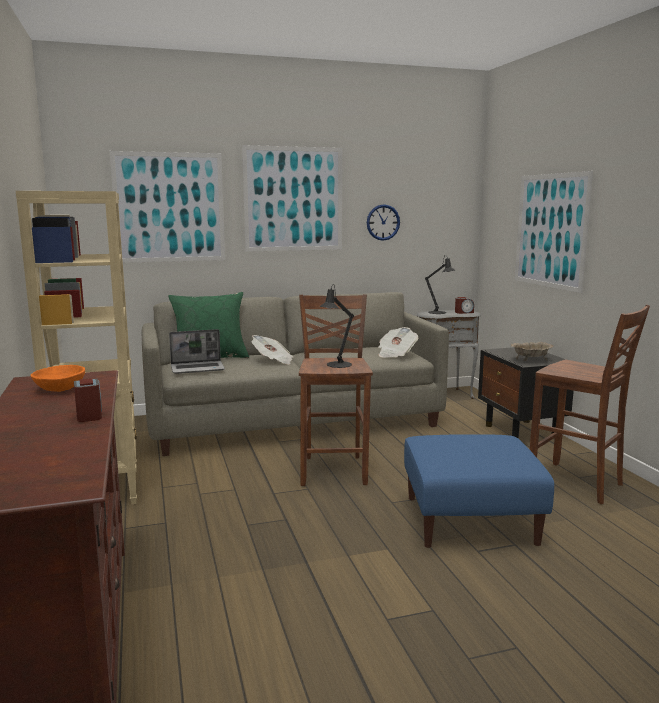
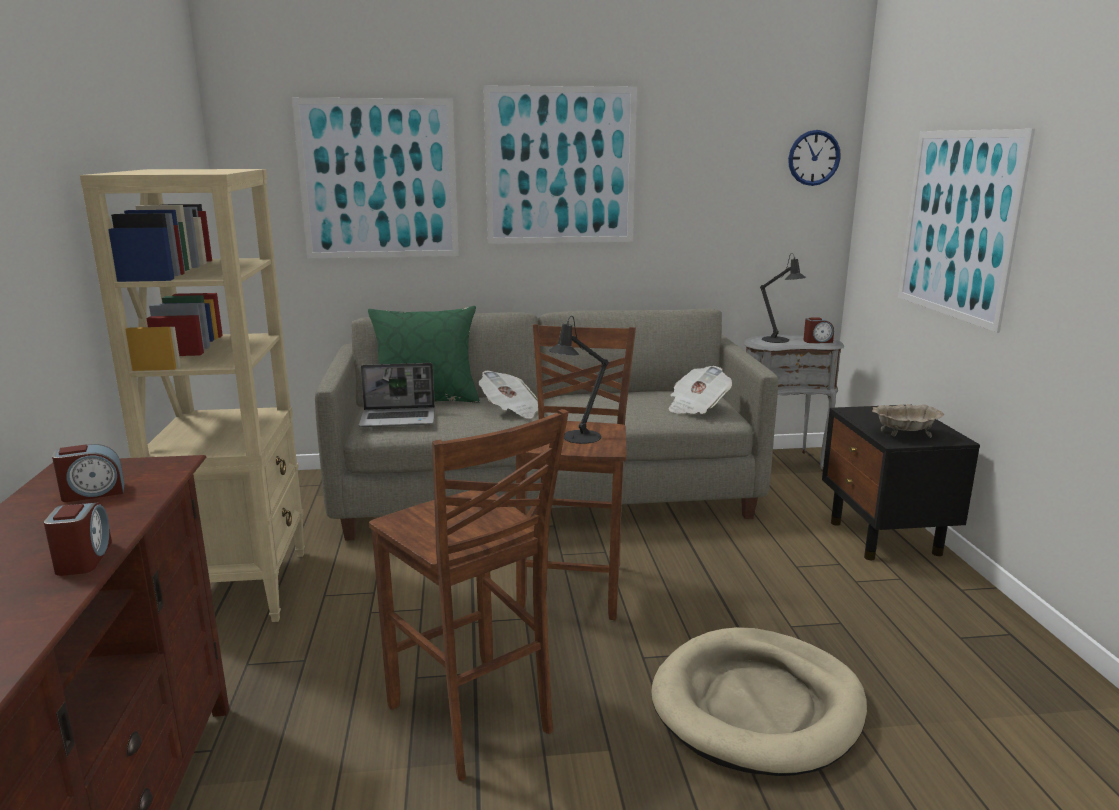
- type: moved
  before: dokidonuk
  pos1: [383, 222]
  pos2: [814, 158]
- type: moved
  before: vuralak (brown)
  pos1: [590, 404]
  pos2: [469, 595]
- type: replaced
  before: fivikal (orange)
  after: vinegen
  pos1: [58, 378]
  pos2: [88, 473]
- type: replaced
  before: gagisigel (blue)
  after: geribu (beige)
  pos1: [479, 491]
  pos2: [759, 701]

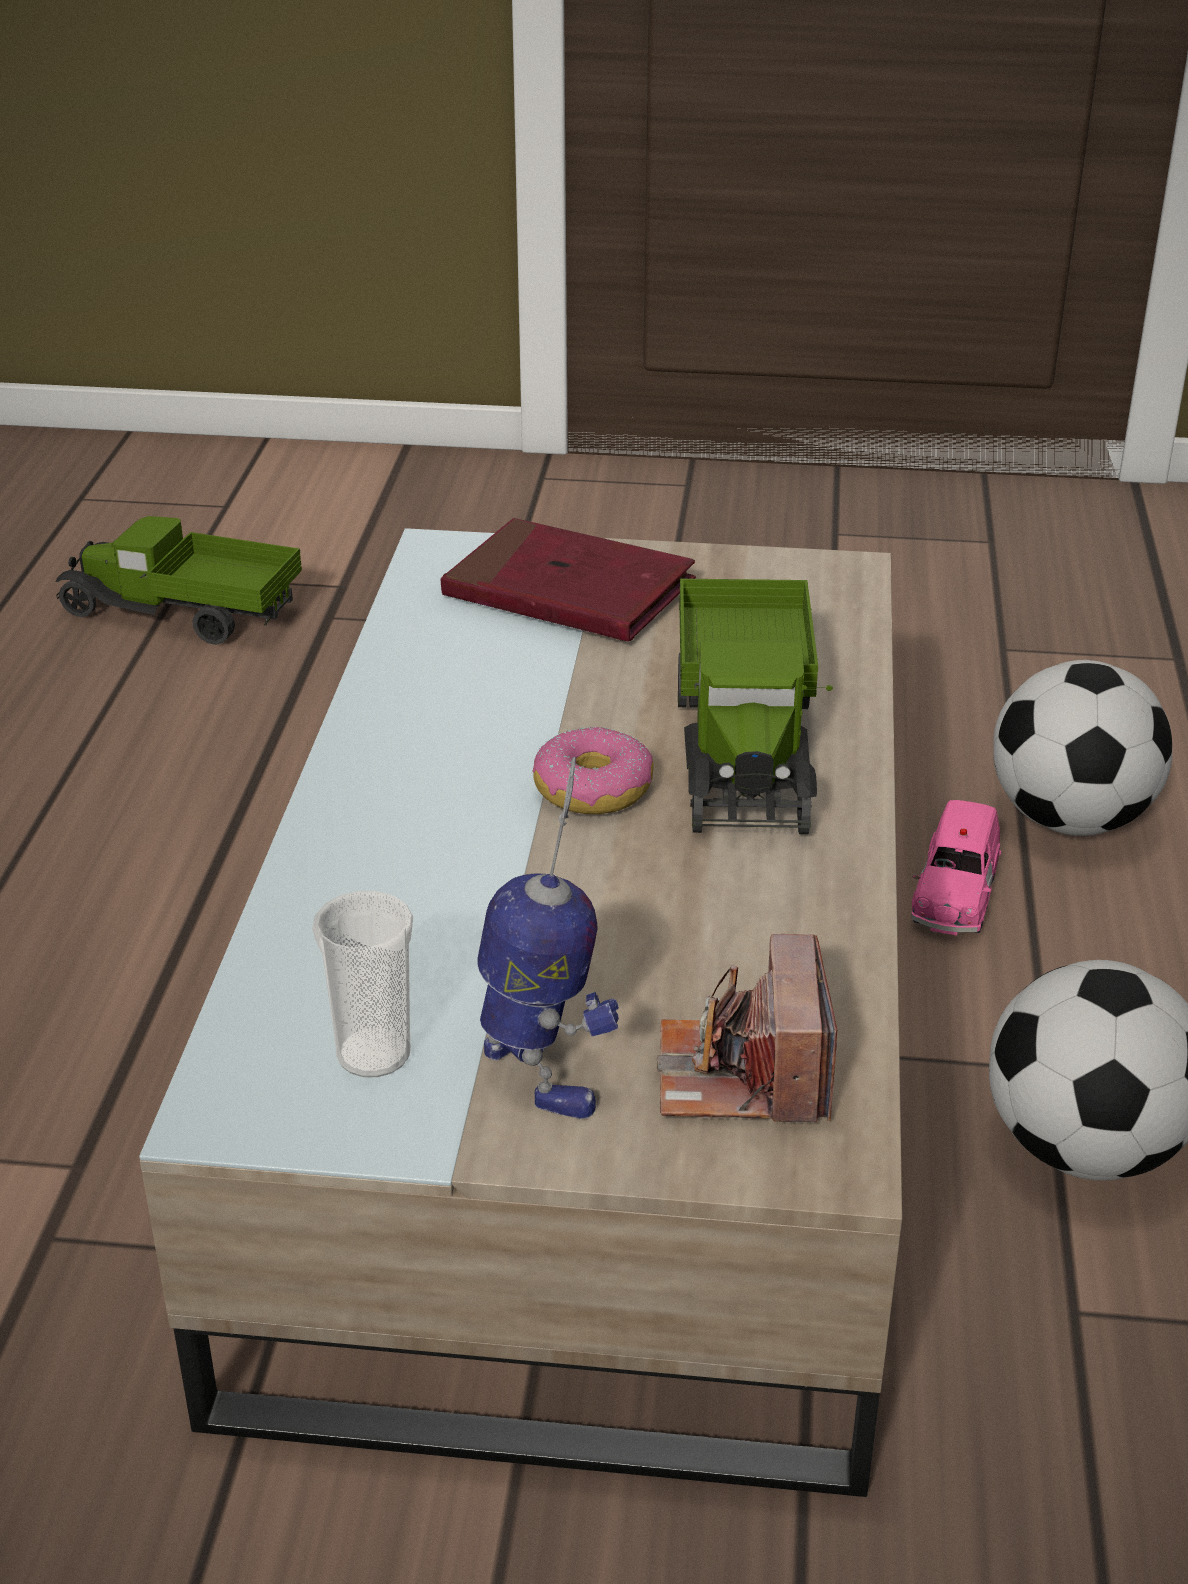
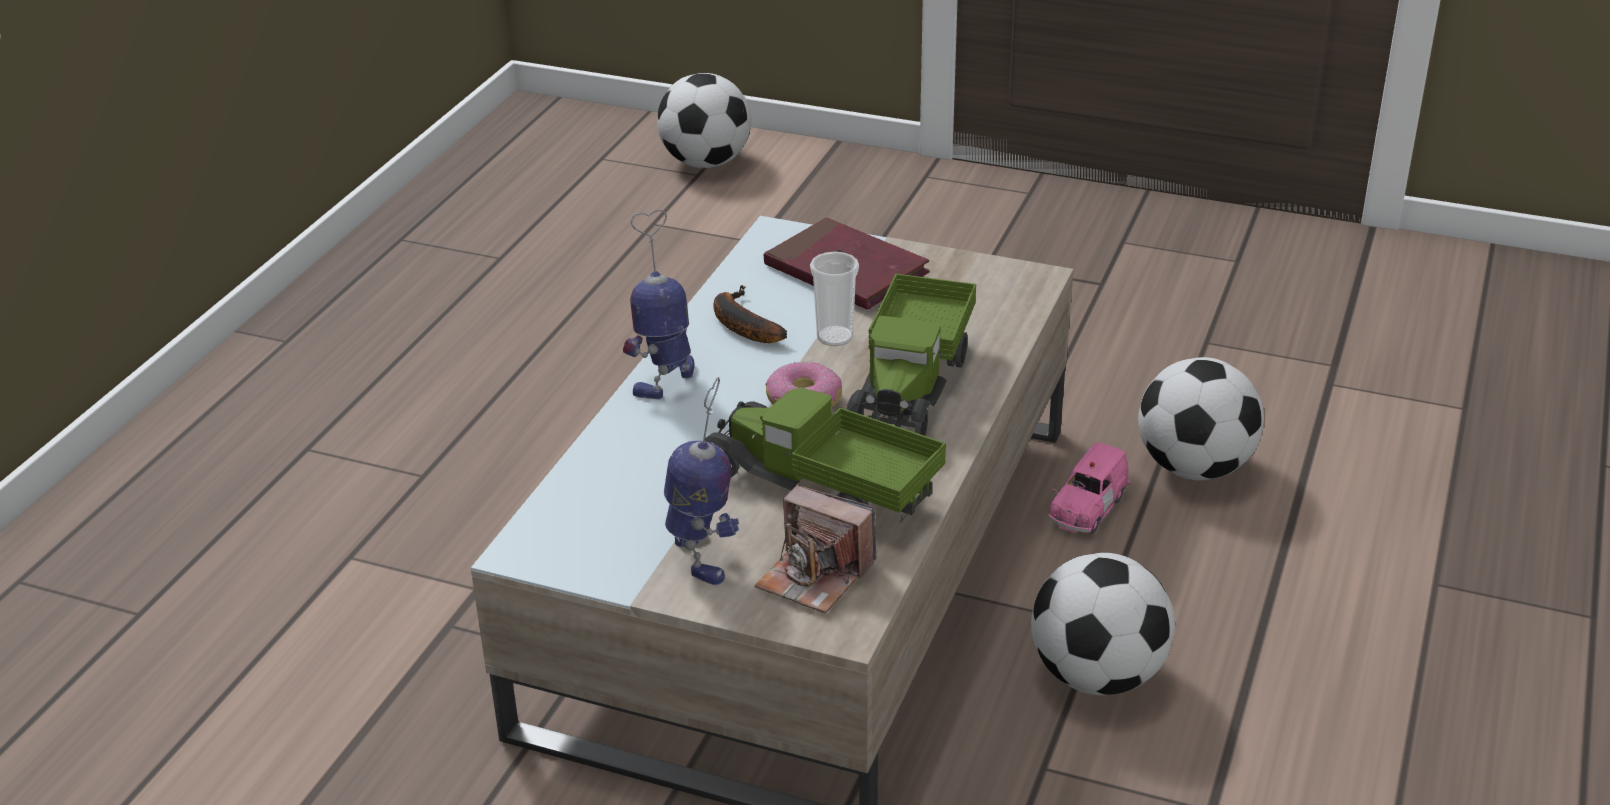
- type: moved
  before: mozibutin
  pos1: [179, 580]
  pos2: [825, 455]
- type: moved
  before: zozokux
  pos1: [362, 984]
  pos2: [834, 299]
- type: turned
  before: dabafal
  pos1: [747, 1028]
  pos2: [815, 549]
  turn: -75
- type: added
  after: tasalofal
  pos2: [704, 120]
- type: added
  after: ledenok
  pos2: [659, 304]
- type: added
  after: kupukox
  pos2: [750, 314]

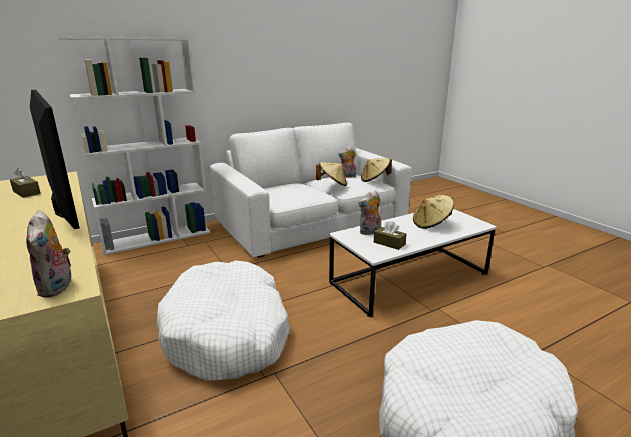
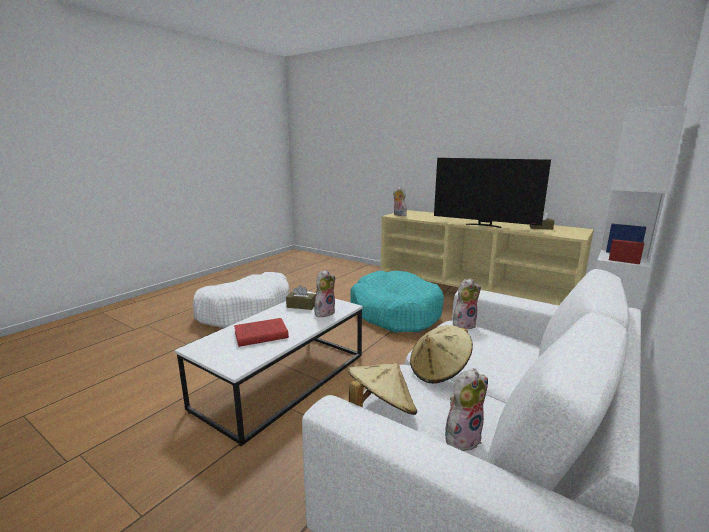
- type: replaced
  before: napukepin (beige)
  after: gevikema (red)
  pos1: [433, 212]
  pos2: [261, 332]
- type: recoloured
  before: geribu (white)
  after: geribu (turquoise)
  pos1: [223, 320]
  pos2: [397, 301]
- type: added
  after: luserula
  pos2: [467, 303]

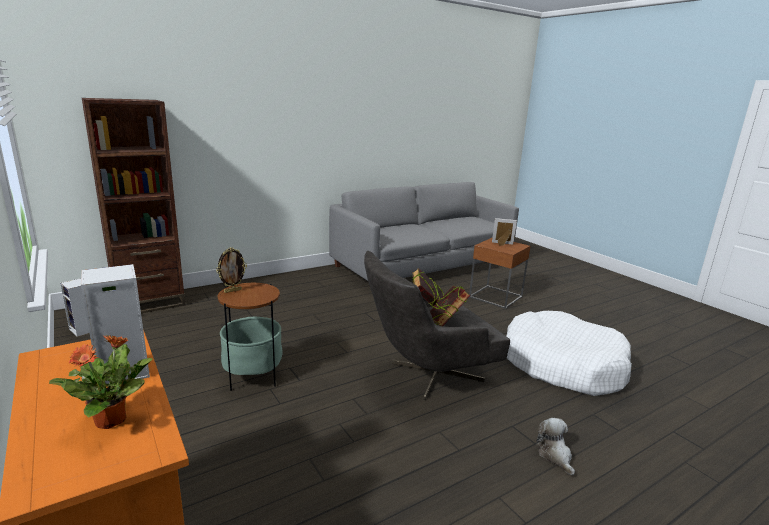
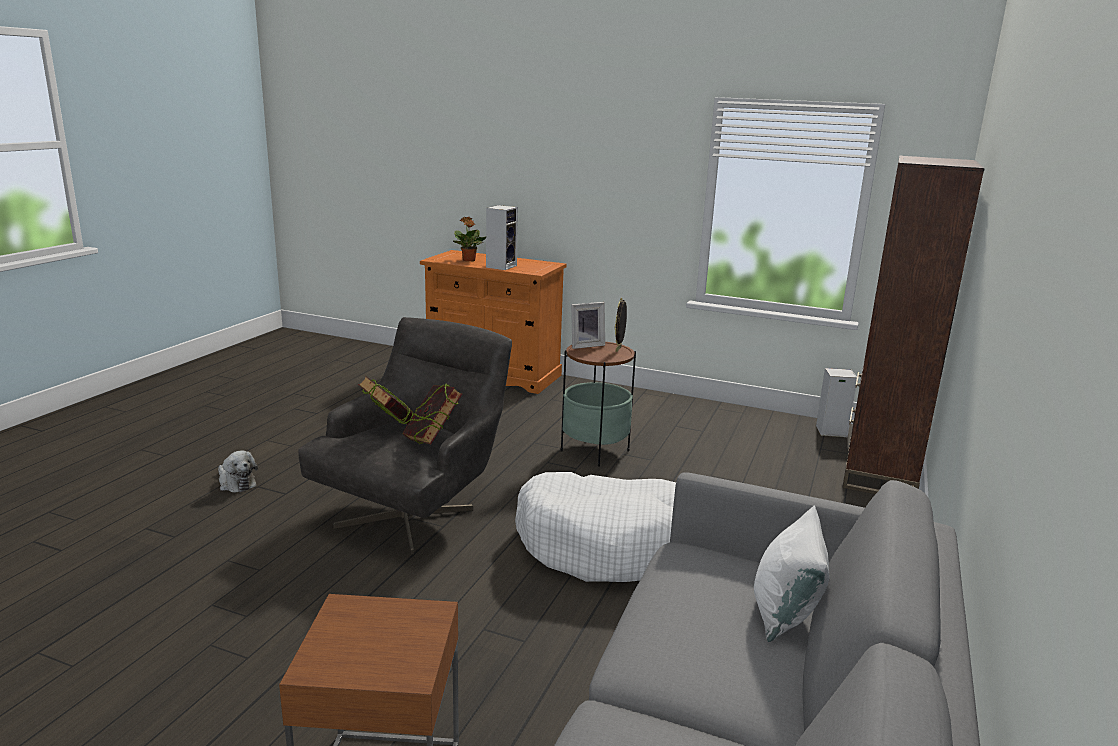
- type: moved
  before: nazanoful
  pos1: [504, 232]
  pos2: [588, 325]
- type: moved
  before: geribu (white)
  pos1: [569, 353]
  pos2: [595, 527]
- type: added
  after: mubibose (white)
  pos2: [792, 573]

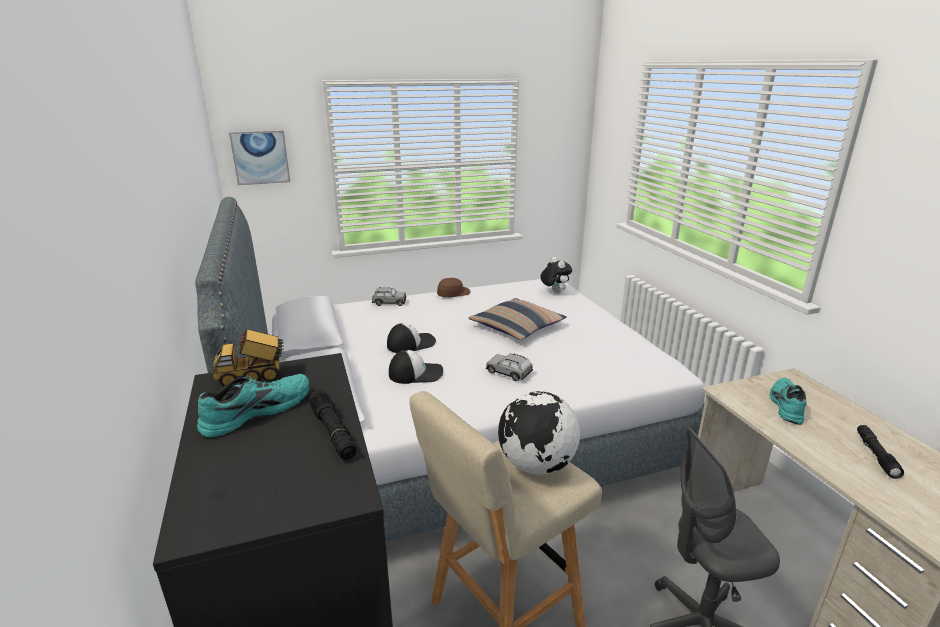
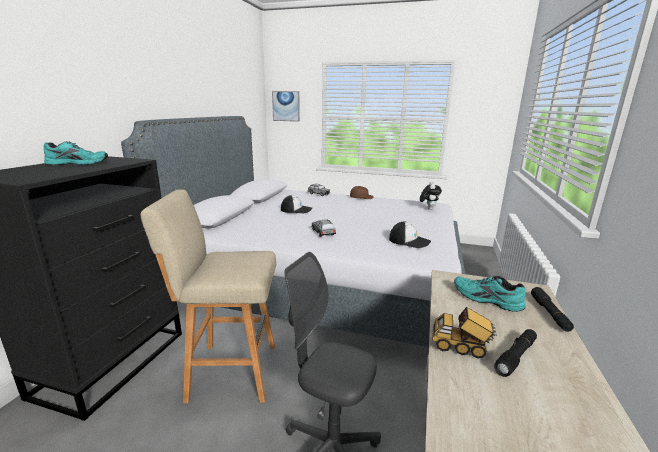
- type: removed
  before: mubibose
  pos1: [517, 319]
- type: moved
  before: mozibutin
  pos1: [248, 358]
  pos2: [464, 333]
- type: moved
  before: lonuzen
  pos1: [416, 366]
  pos2: [410, 234]
- type: turned
  before: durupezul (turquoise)
  pos1: [788, 401]
  pos2: [490, 294]
  turn: -105
- type: moved
  before: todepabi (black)
  pos1: [332, 425]
  pos2: [552, 309]
- type: removed
  before: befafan
  pos1: [539, 433]

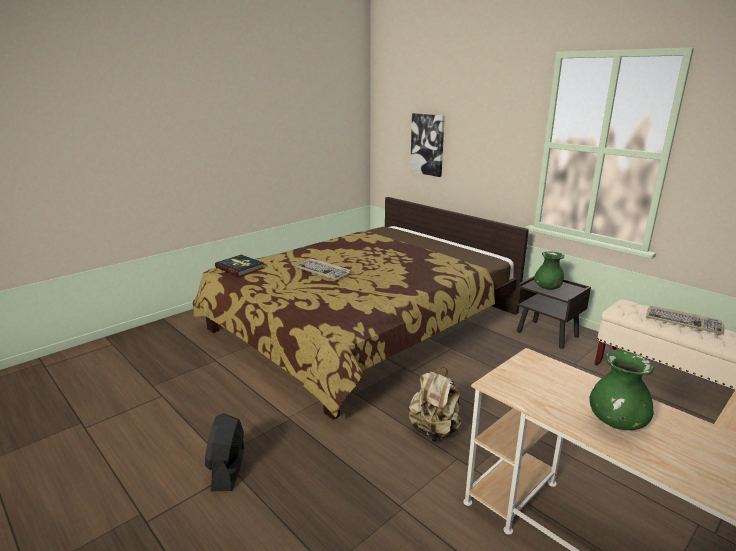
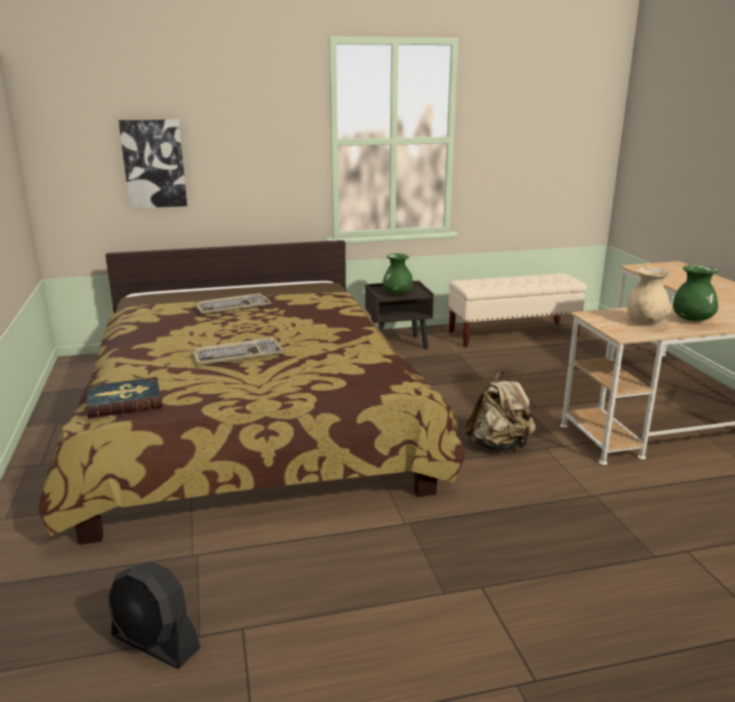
- type: moved
  before: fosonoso
  pos1: [685, 320]
  pos2: [233, 303]
- type: moved
  before: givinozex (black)
  pos1: [224, 452]
  pos2: [154, 615]
- type: added
  after: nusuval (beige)
  pos2: [649, 295]

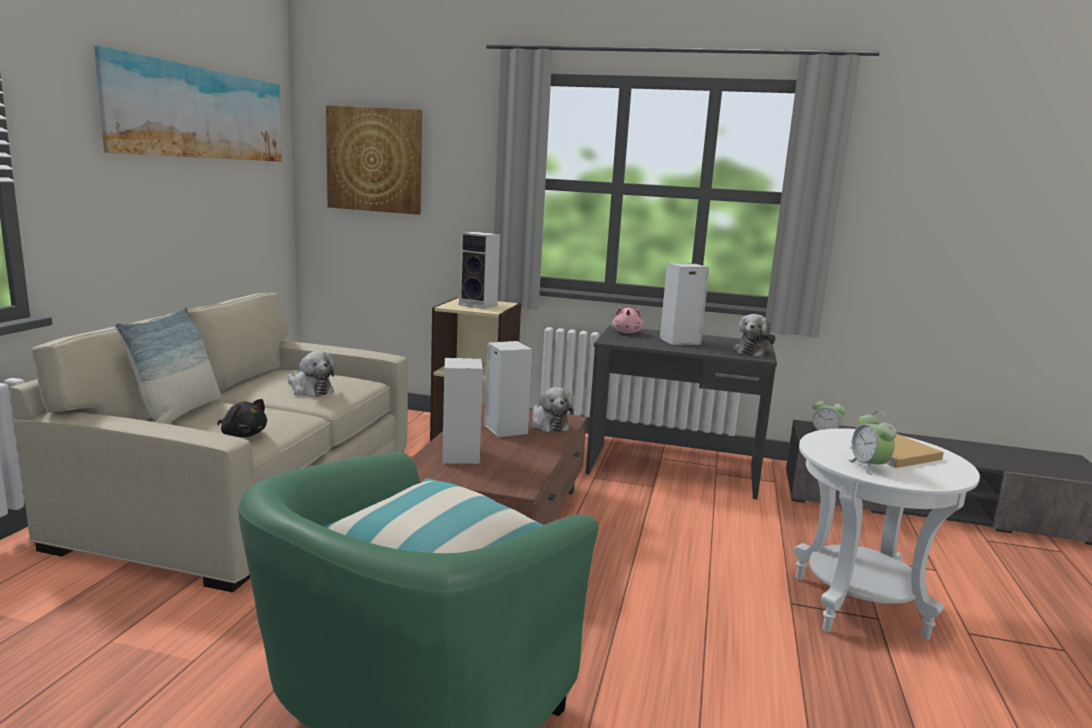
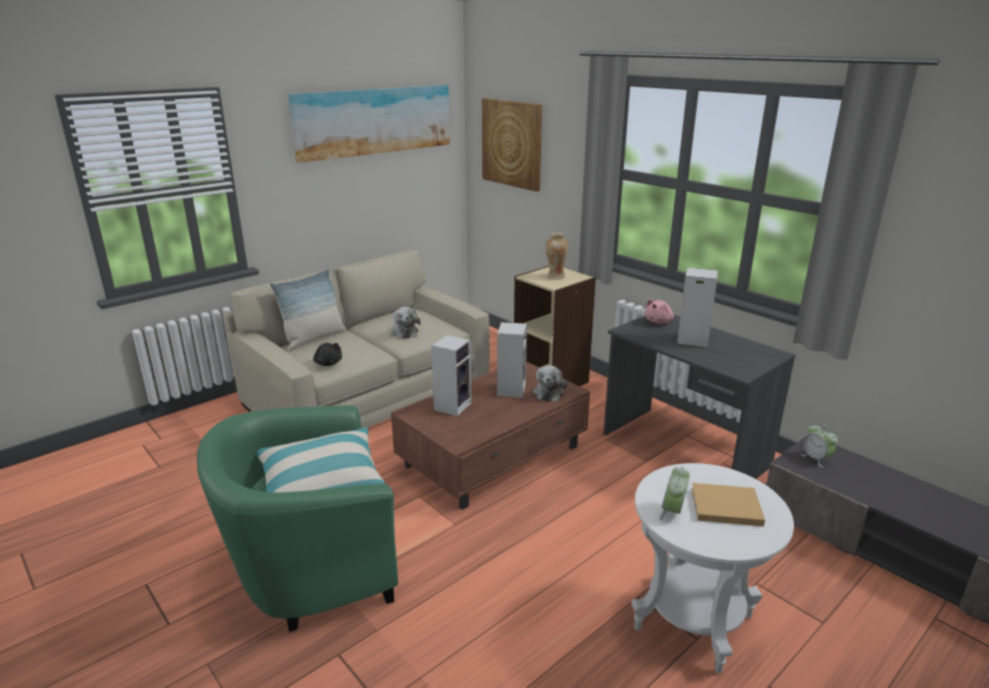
- type: replaced
  before: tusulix
  after: nusuval
  pos1: [479, 270]
  pos2: [557, 256]
- type: removed
  before: luserula
  pos1: [754, 335]

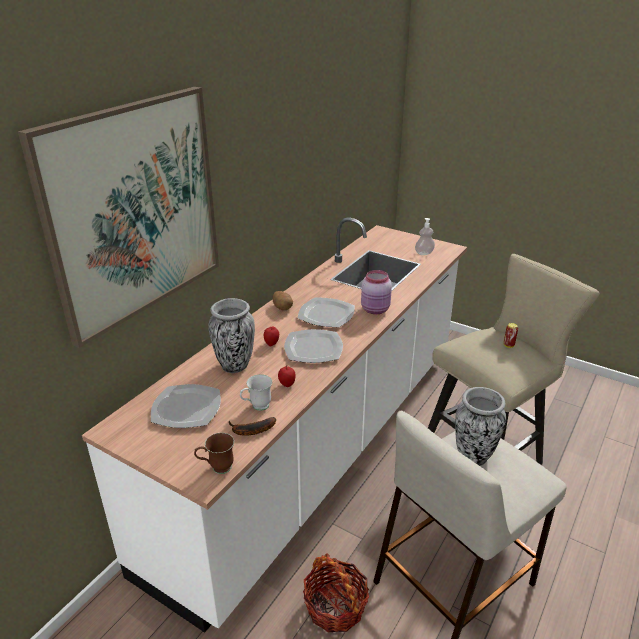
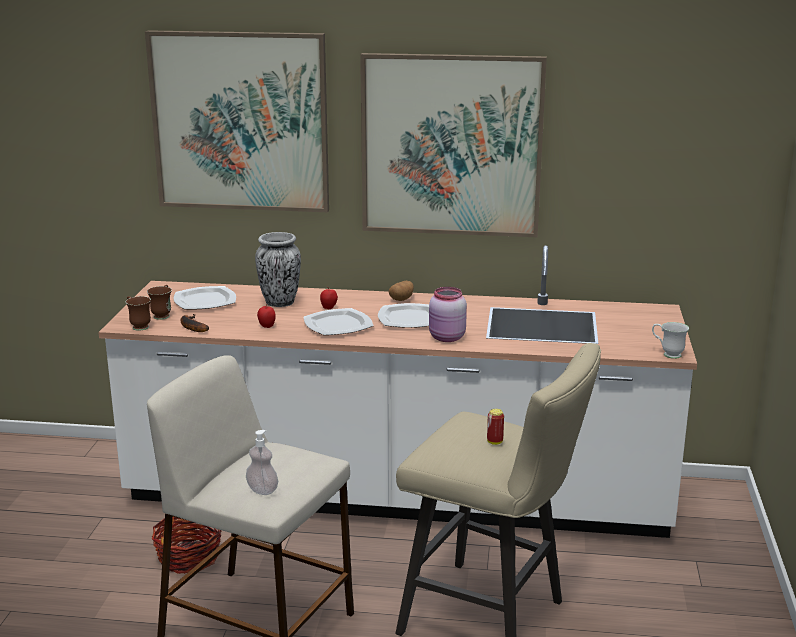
- type: moved
  before: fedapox
  pos1: [425, 236]
  pos2: [262, 462]
- type: moved
  before: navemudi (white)
  pos1: [256, 392]
  pos2: [670, 340]
- type: removed
  before: nusuval
  pos1: [480, 426]
- type: added
  after: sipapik
  pos2: [453, 145]
- type: added
  after: navemudi (brown)
  pos2: [159, 302]

